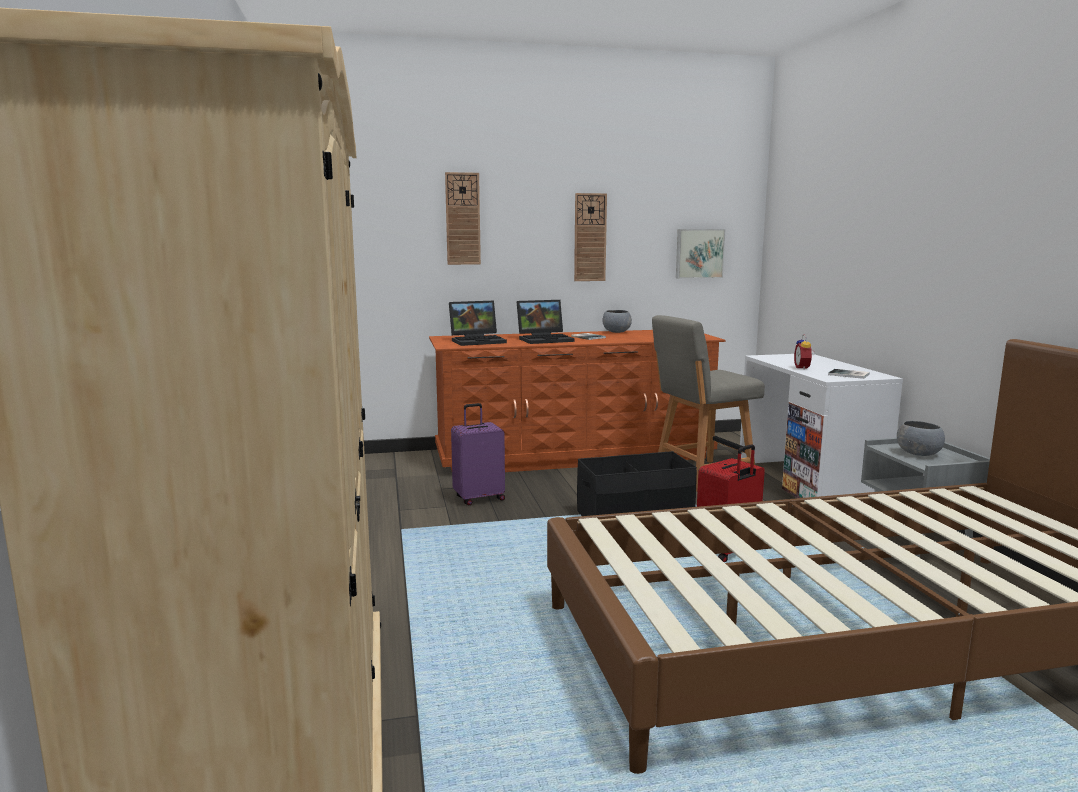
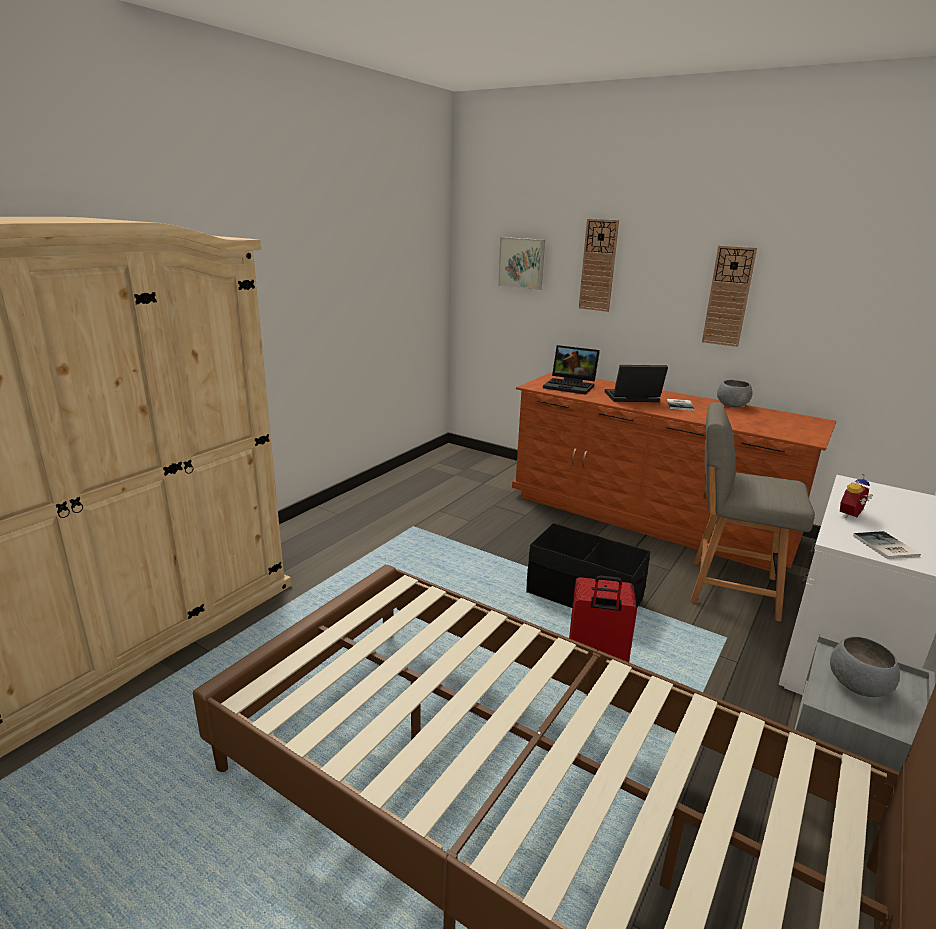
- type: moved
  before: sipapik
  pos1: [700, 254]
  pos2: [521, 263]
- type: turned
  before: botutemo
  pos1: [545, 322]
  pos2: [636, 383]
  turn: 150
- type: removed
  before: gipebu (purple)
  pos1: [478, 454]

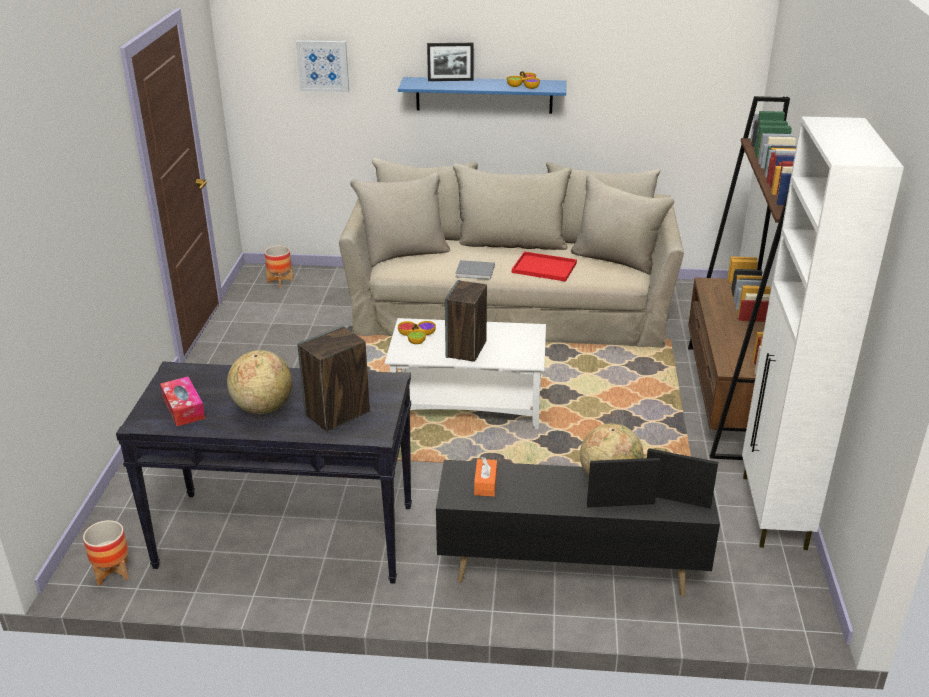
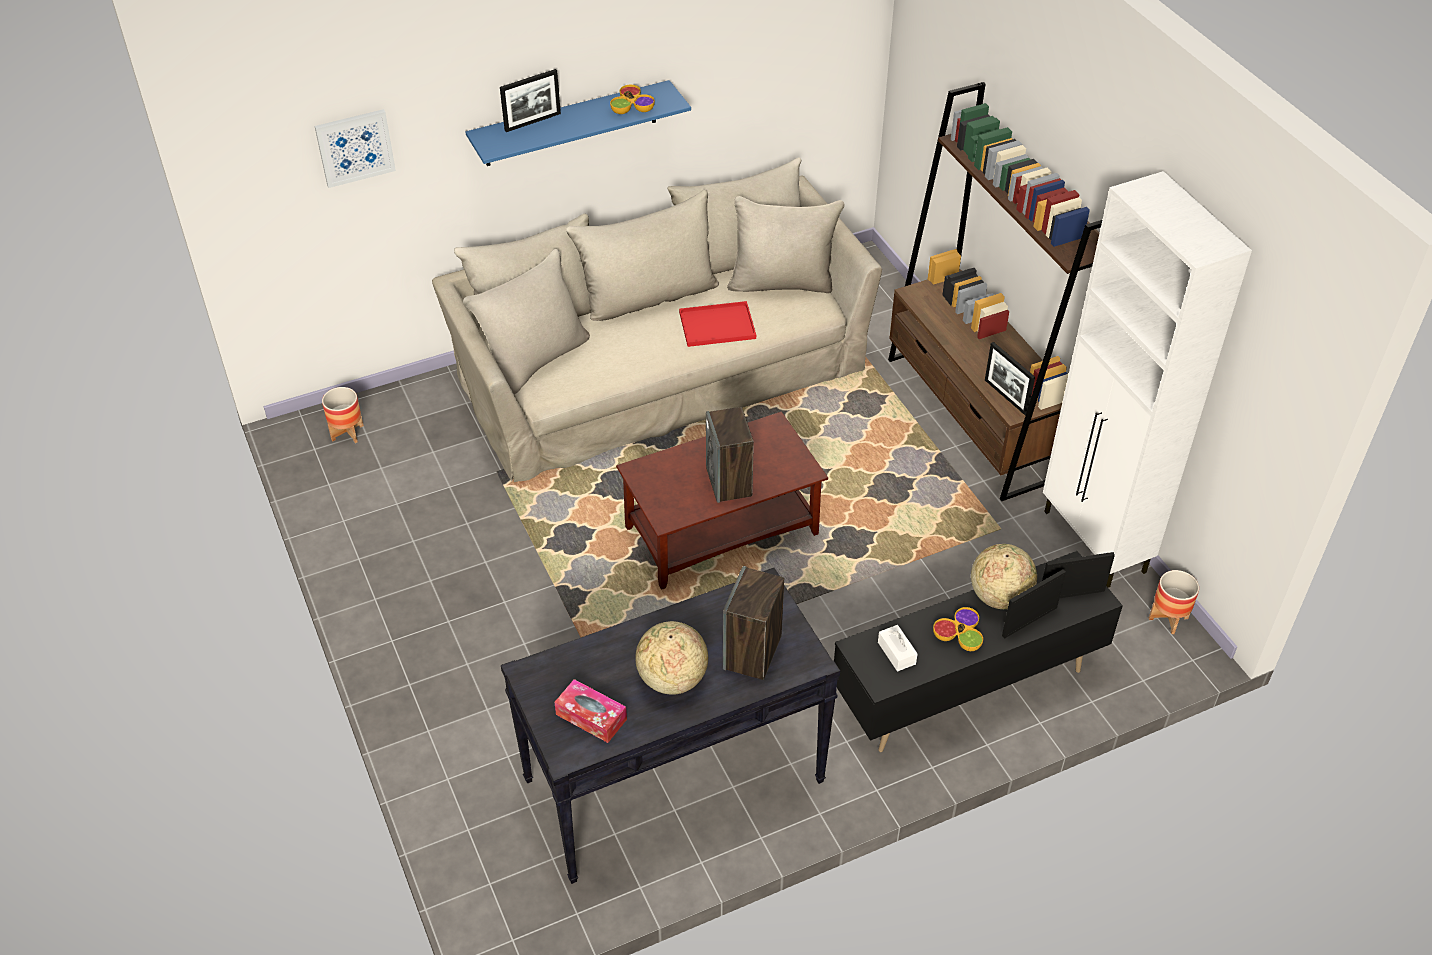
- type: removed
  before: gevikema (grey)
  pos1: [475, 270]
- type: recoloured
  before: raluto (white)
  after: raluto (brown)
  pos1: [465, 373]
  pos2: [722, 501]
- type: moved
  before: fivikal
  pos1: [417, 332]
  pos2: [958, 629]
- type: recoloured
  before: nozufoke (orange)
  after: nozufoke (white)
  pos1: [485, 476]
  pos2: [898, 648]
- type: moved
  before: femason
  pos1: [106, 553]
  pos2: [1174, 602]
- type: added
  after: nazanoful
  pos2: [1010, 378]

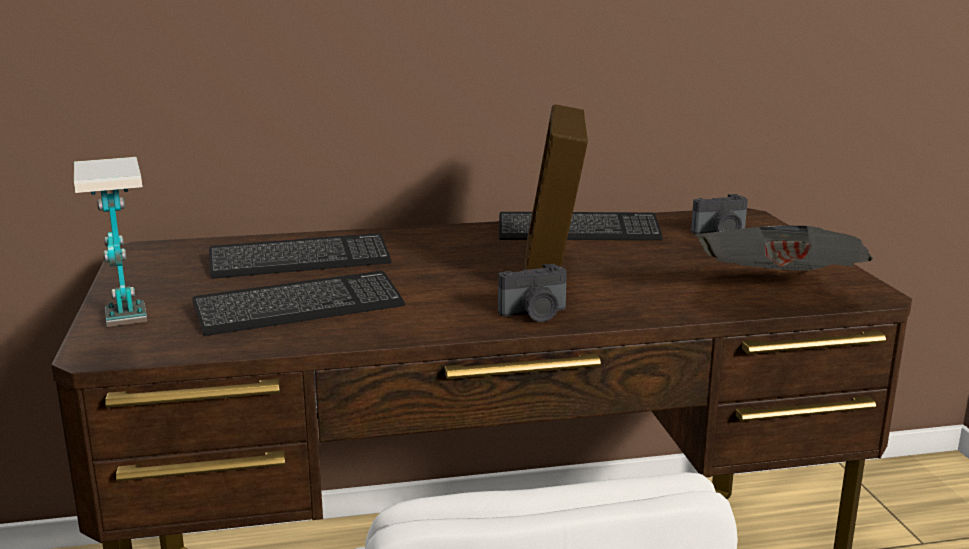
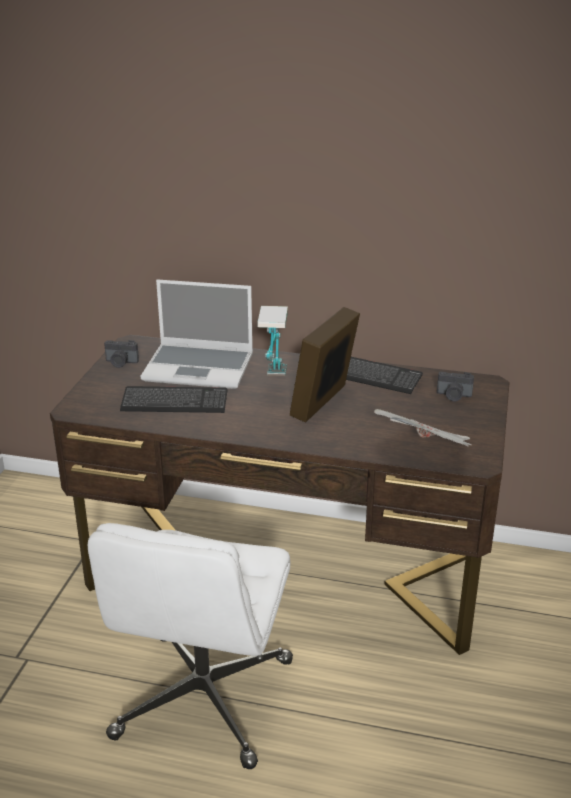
- type: moved
  before: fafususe
  pos1: [110, 242]
  pos2: [272, 341]
- type: replaced
  before: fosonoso
  after: botutemo
  pos1: [300, 256]
  pos2: [197, 334]
- type: moved
  before: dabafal
  pos1: [532, 293]
  pos2: [121, 354]

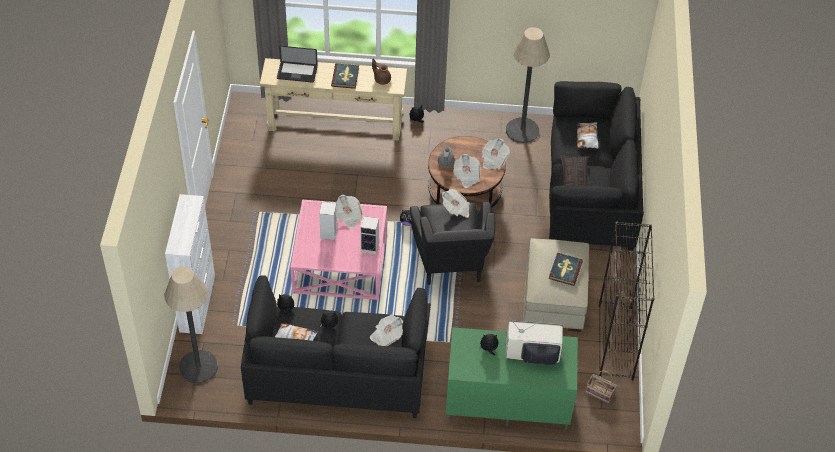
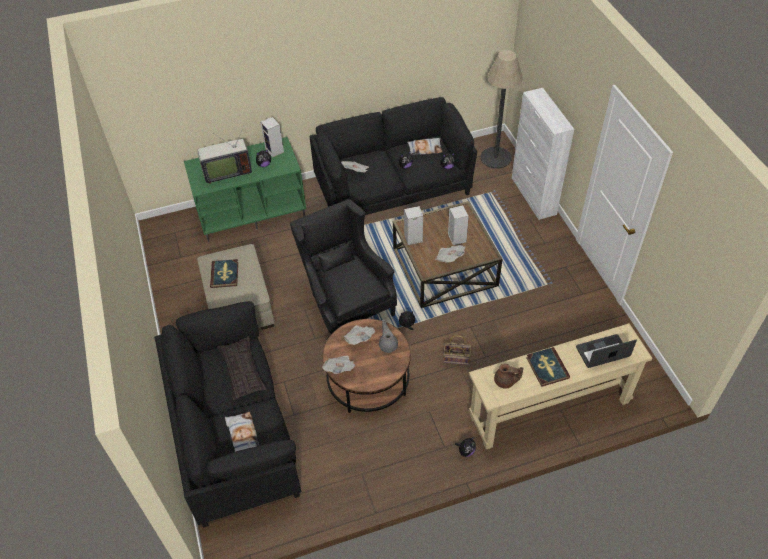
- type: removed
  before: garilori
  pos1: [528, 85]
- type: removed
  before: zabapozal
  pos1: [456, 203]
- type: recoloured
  before: raluto (pink)
  after: raluto (brown)
  pos1: [338, 250]
  pos2: [448, 254]
- type: removed
  before: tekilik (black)
  pos1: [627, 301]
- type: moved
  before: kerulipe
  pos1: [601, 387]
  pos2: [457, 350]
- type: added
  after: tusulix
  pos2: [272, 137]

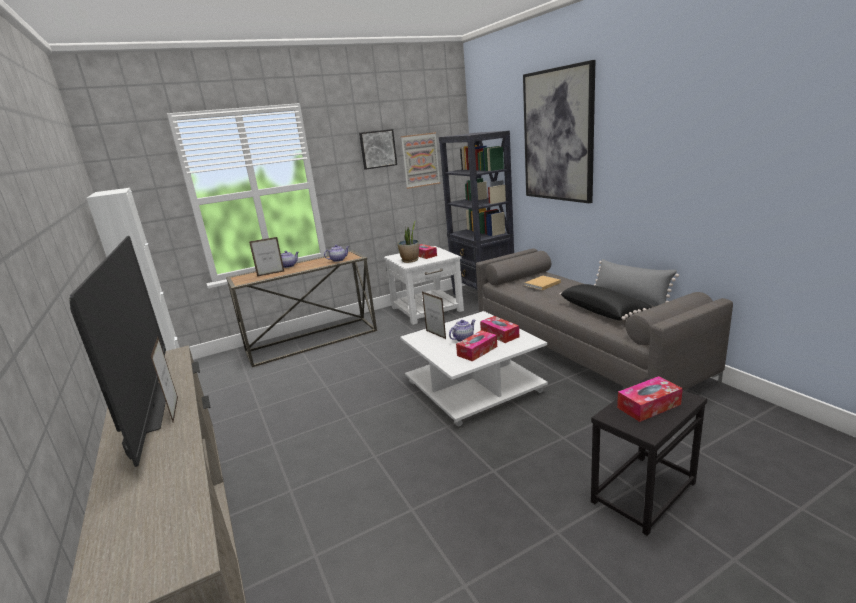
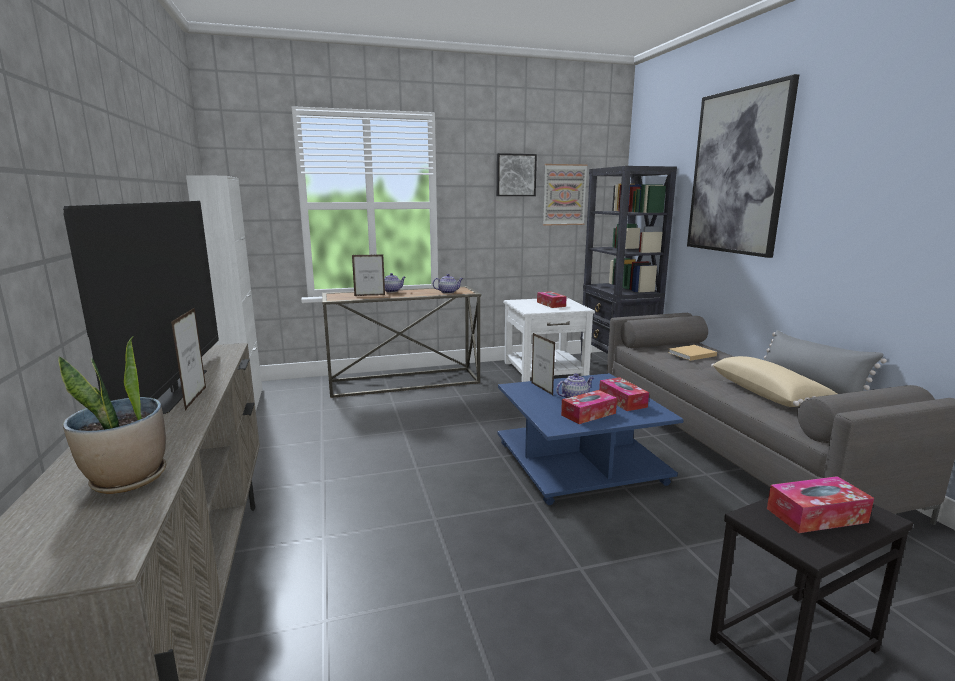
- type: moved
  before: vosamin
  pos1: [408, 242]
  pos2: [112, 415]
- type: recoloured
  before: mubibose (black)
  after: mubibose (beige)
  pos1: [605, 302]
  pos2: [774, 381]
- type: recoloured
  before: raluto (white)
  after: raluto (blue)
  pos1: [474, 369]
  pos2: [591, 439]

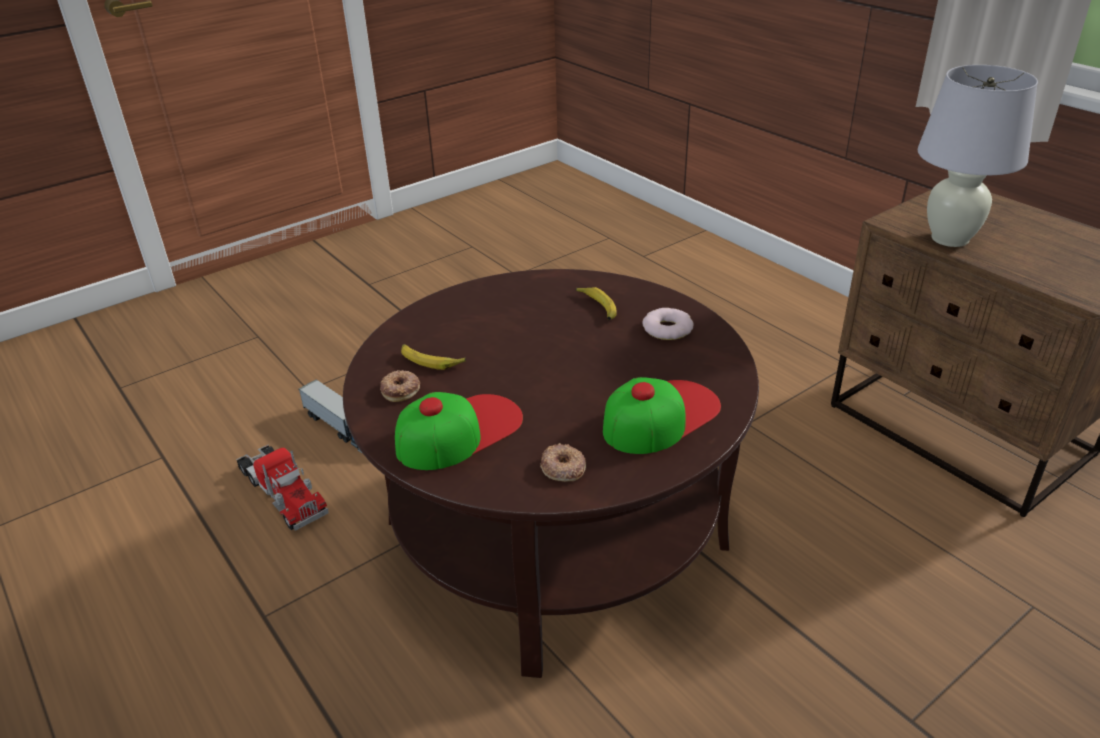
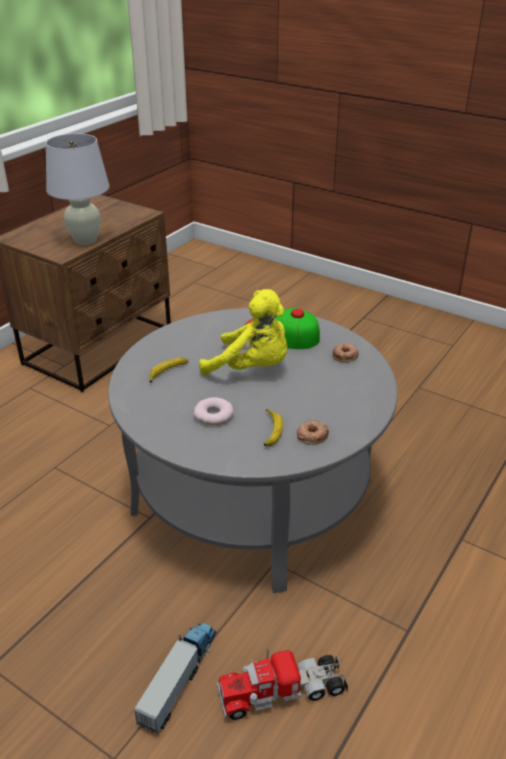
- type: recoloured
  before: raluto (brown)
  after: raluto (grey)
  pos1: [551, 473]
  pos2: [253, 450]
- type: moved
  before: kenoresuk
  pos1: [668, 324]
  pos2: [214, 411]
- type: removed
  before: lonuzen
  pos1: [459, 431]
- type: turned
  before: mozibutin
  pos1: [282, 487]
  pos2: [283, 684]
  turn: -135
- type: added
  after: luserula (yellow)
  pos2: [243, 332]

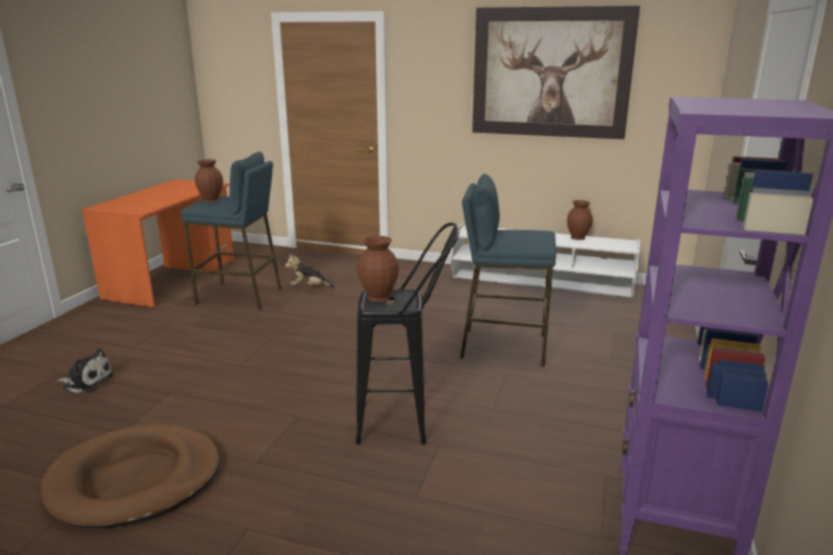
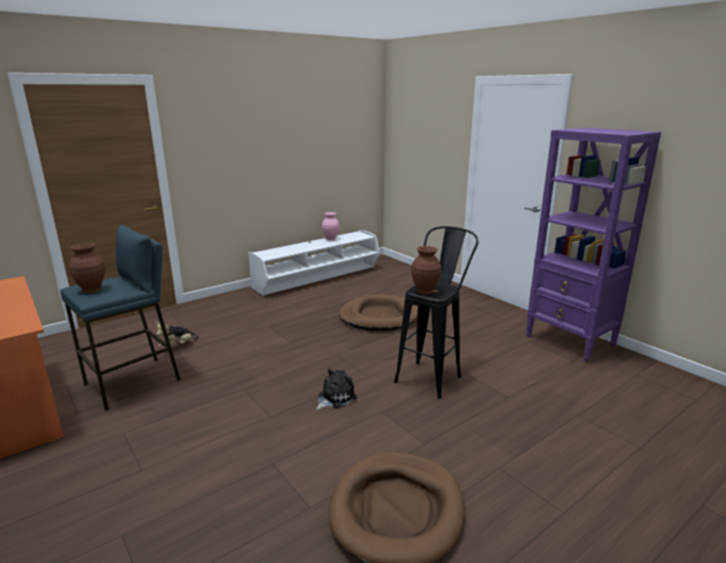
- type: removed
  before: sipapik
  pos1: [556, 72]
- type: replaced
  before: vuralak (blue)
  after: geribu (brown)
  pos1: [508, 270]
  pos2: [378, 312]
- type: recoloured
  before: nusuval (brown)
  after: nusuval (pink)
  pos1: [580, 220]
  pos2: [330, 226]
- type: moved
  before: luserula
  pos1: [85, 371]
  pos2: [336, 389]

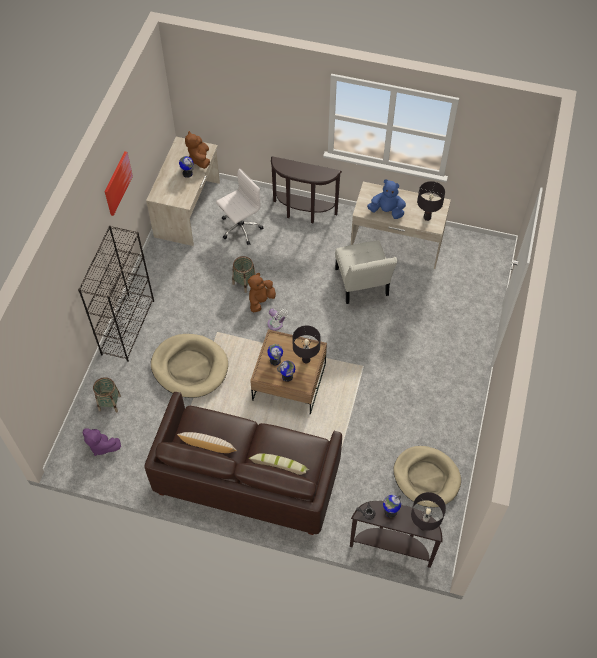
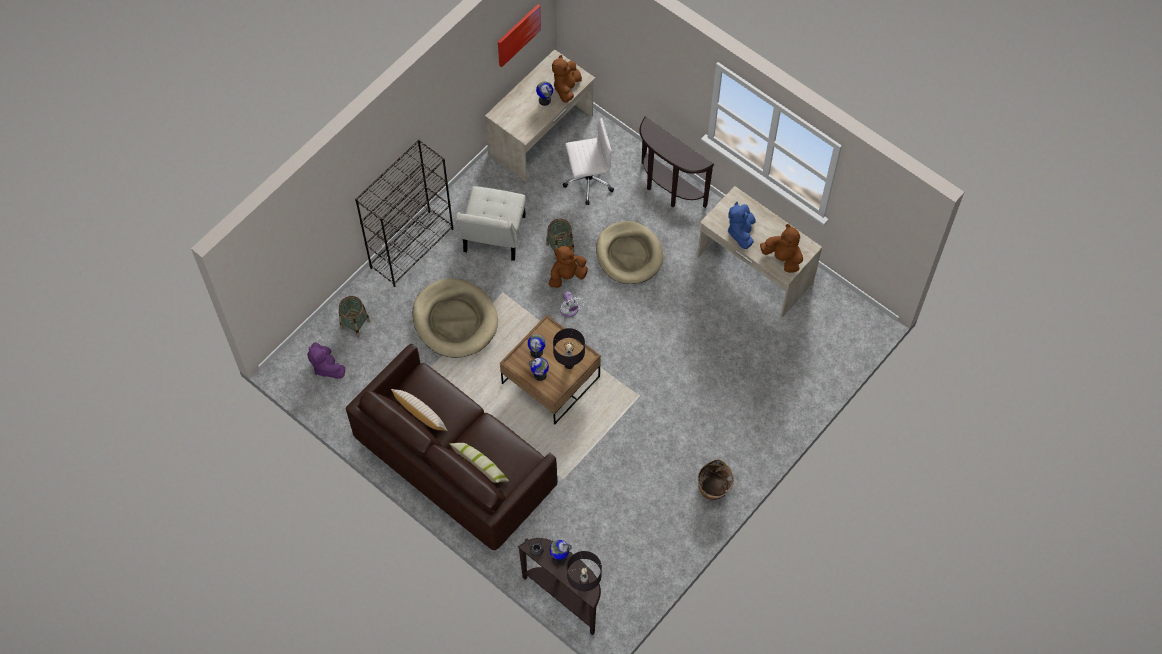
- type: moved
  before: sipapik
  pos1: [119, 184]
  pos2: [519, 35]
- type: turned
  before: luserula (blue)
  pos1: [386, 199]
  pos2: [742, 225]
  turn: -120
- type: replaced
  before: fafususe (black)
  after: luserula (brown)
  pos1: [431, 201]
  pos2: [781, 248]
- type: moved
  before: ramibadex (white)
  pos1: [366, 272]
  pos2: [491, 223]
- type: moved
  before: geribu (beige)
  pos1: [427, 477]
  pos2: [629, 252]
- type: added
  after: kerulipe
  pos2: [716, 479]

